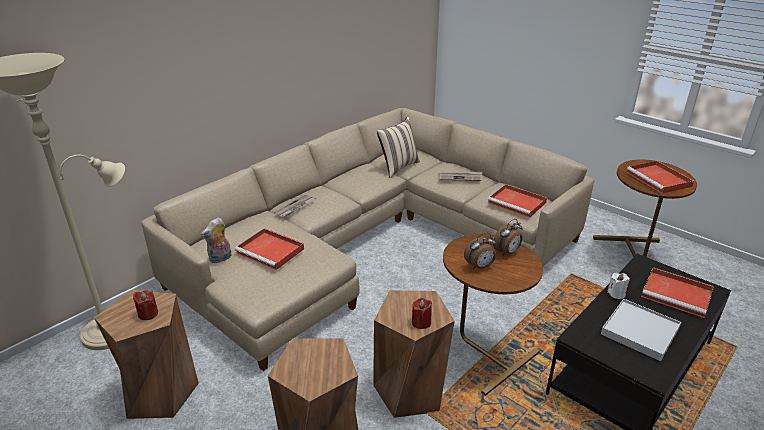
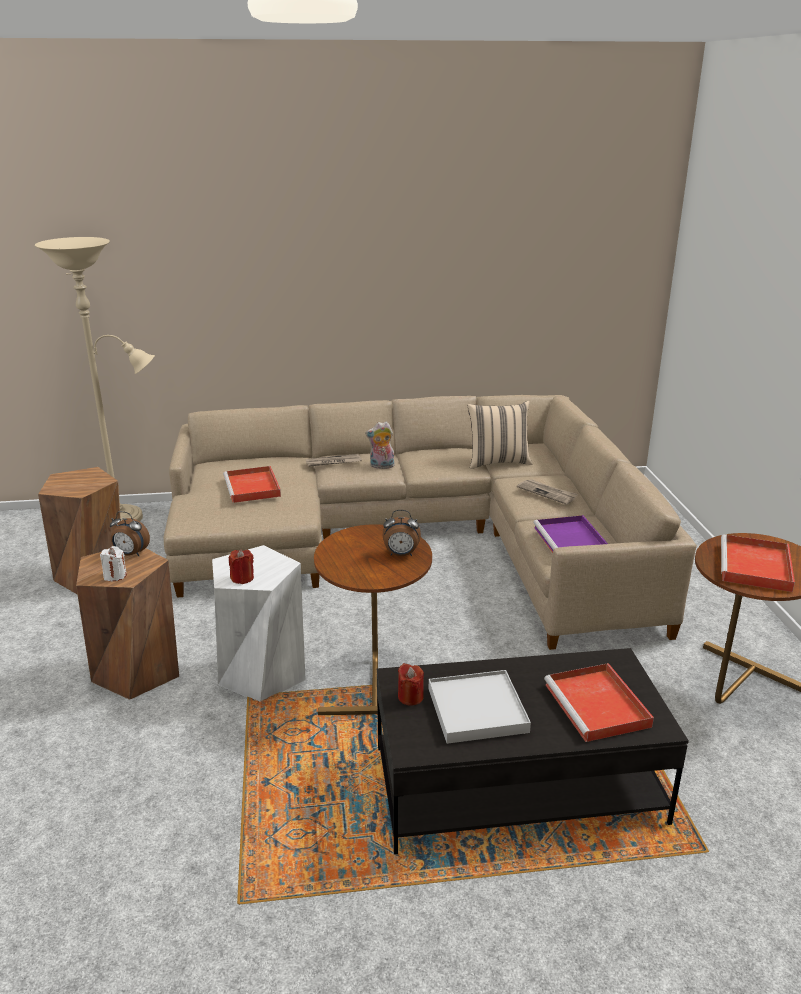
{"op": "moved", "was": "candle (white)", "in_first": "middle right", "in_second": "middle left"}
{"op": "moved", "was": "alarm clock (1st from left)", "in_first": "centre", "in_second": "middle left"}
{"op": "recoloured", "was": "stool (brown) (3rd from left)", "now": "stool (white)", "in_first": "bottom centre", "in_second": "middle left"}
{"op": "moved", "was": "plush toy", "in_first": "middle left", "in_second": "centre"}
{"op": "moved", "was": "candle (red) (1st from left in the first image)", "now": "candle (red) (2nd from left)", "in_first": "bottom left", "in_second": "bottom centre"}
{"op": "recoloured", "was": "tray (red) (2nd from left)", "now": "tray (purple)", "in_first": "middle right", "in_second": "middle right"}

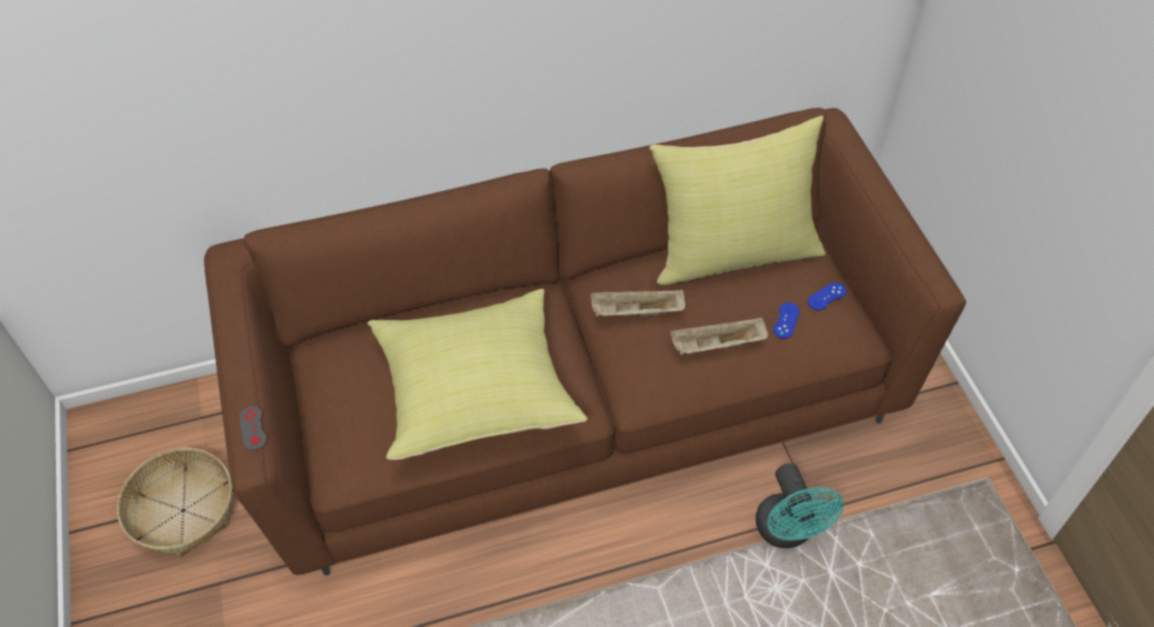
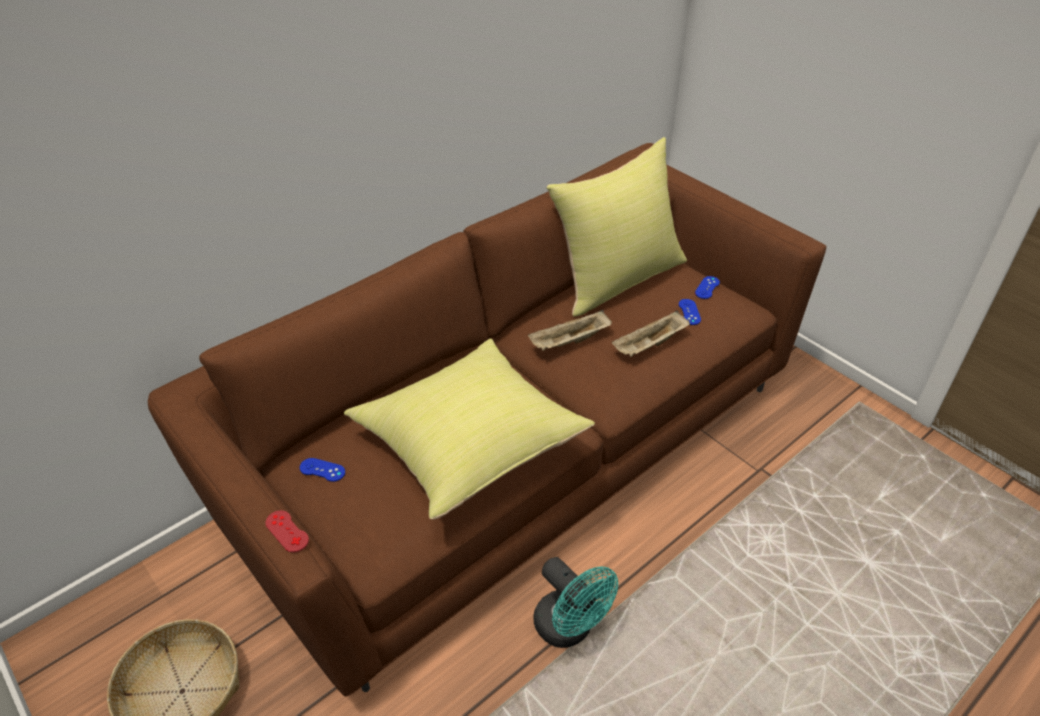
{"op": "recoloured", "was": "game controller (grey)", "now": "game controller (red)", "in_first": "bottom left", "in_second": "bottom left"}
{"op": "added", "now": "game controller (blue) (1st from left)", "in_second": "middle left"}
{"op": "moved", "was": "fan (turquoise)", "in_first": "bottom right", "in_second": "bottom centre"}

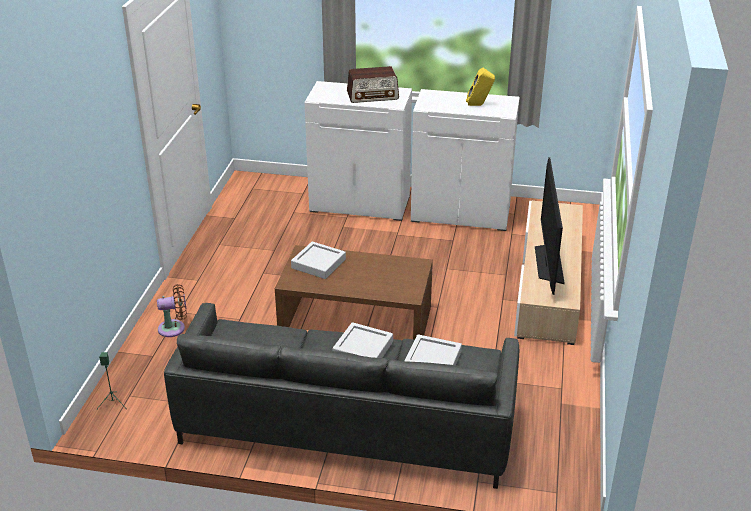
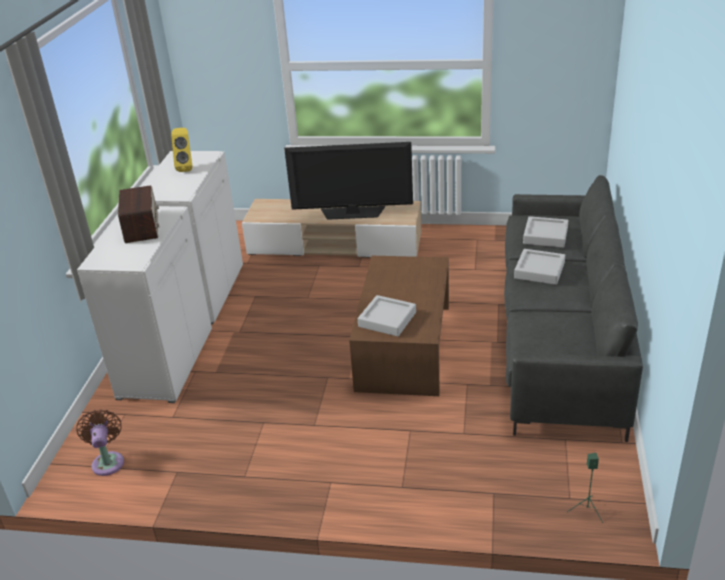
{"op": "moved", "was": "fan (brown)", "in_first": "middle left", "in_second": "bottom left"}

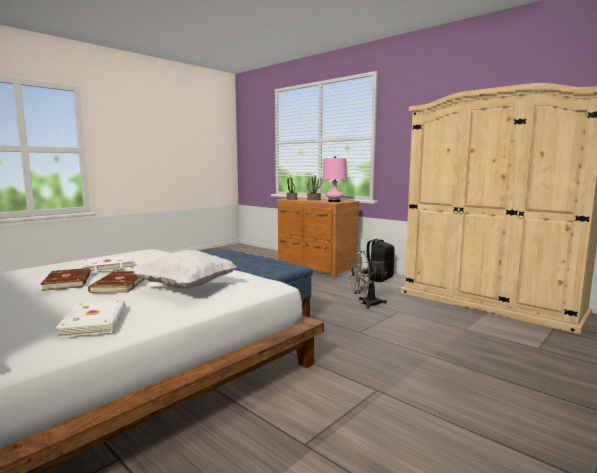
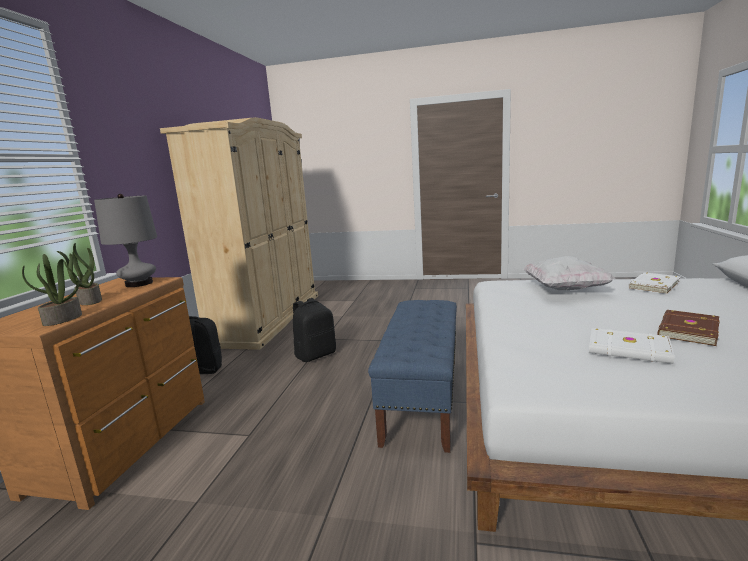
{"op": "recoloured", "was": "table lamp (pink)", "now": "table lamp (grey)", "in_first": "centre", "in_second": "middle left"}
{"op": "replaced", "was": "fan (grey)", "now": "backpack (black) (2nd from left)", "in_first": "centre", "in_second": "centre"}
{"op": "removed", "was": "book (brown) (2nd from left)", "in_first": "middle left"}

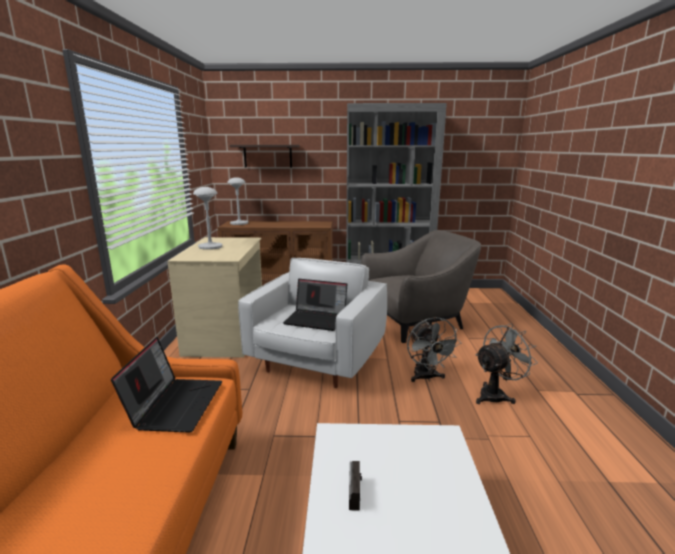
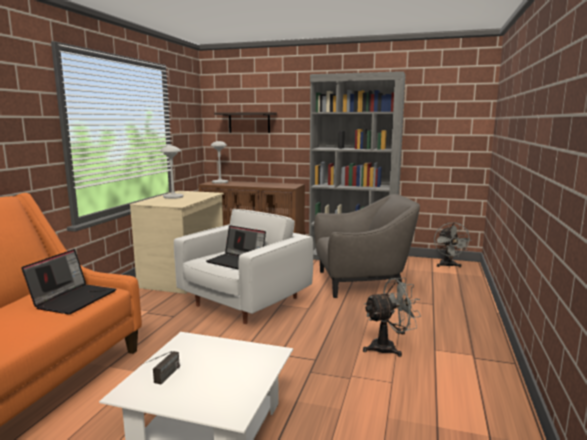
{"op": "moved", "was": "fan (grey) (1st from left in the first image)", "now": "fan (grey) (2nd from left)", "in_first": "centre", "in_second": "middle right"}

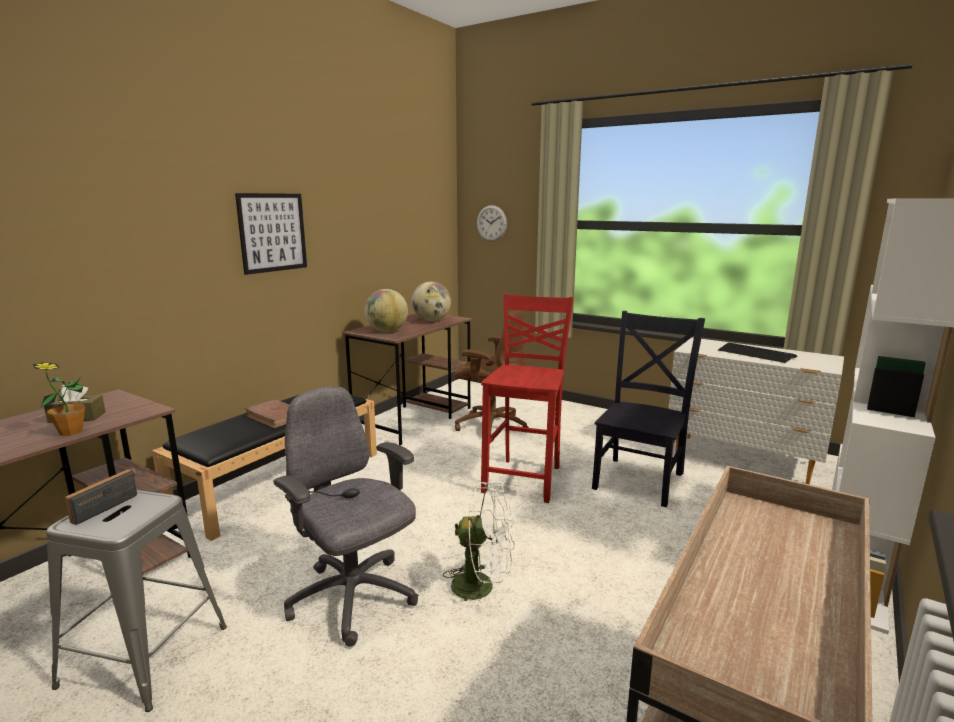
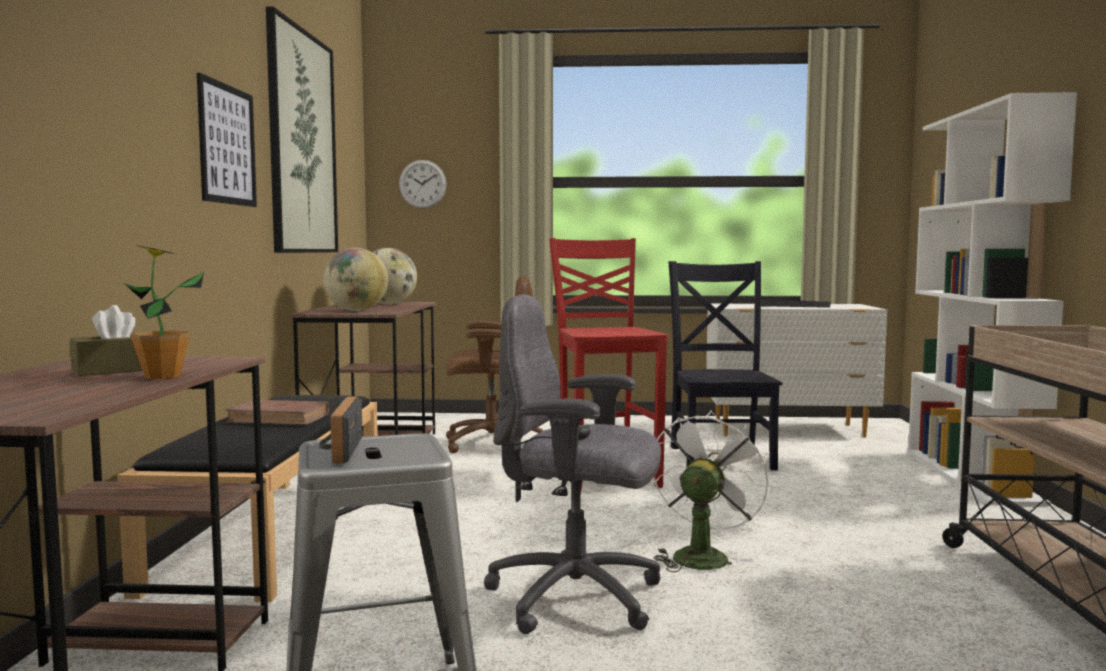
{"op": "added", "now": "picture (2nd from left)", "in_second": "top left"}
{"op": "turned", "was": "fan (white)", "in_first": "bottom centre", "in_second": "bottom centre", "clockwise": -45}

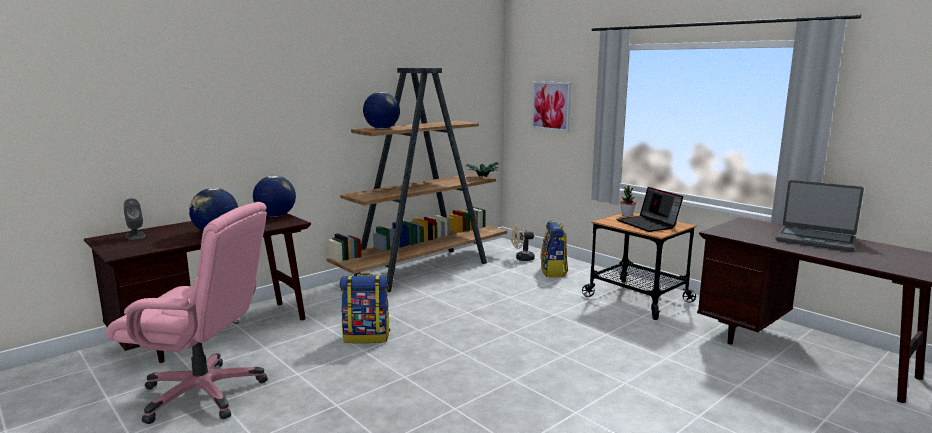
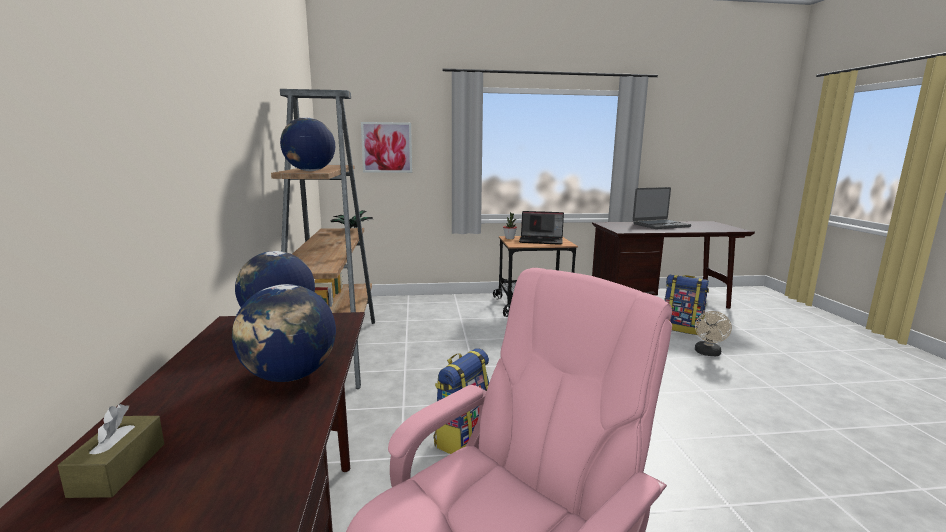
{"op": "replaced", "was": "speaker (grey)", "now": "tissue box (brown)", "in_first": "middle left", "in_second": "bottom left"}
{"op": "moved", "was": "backpack (2nd from left)", "in_first": "centre", "in_second": "middle right"}
{"op": "moved", "was": "fan (beige)", "in_first": "centre", "in_second": "middle right"}

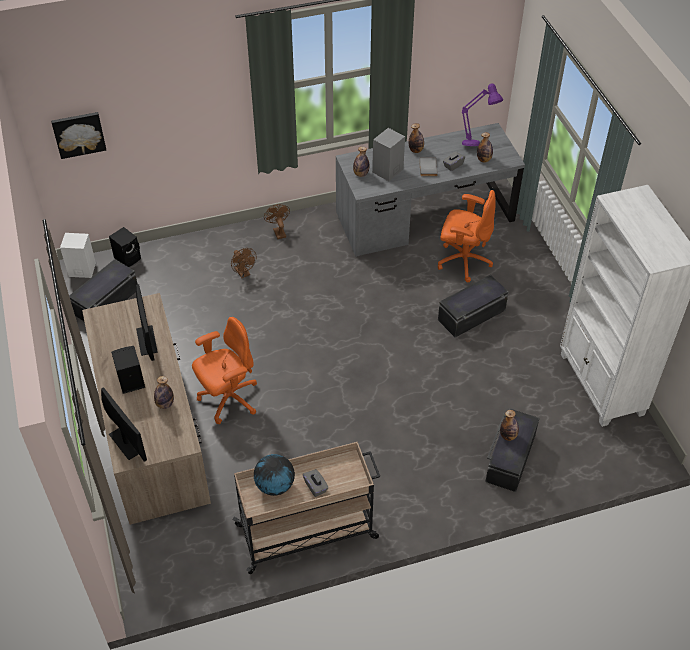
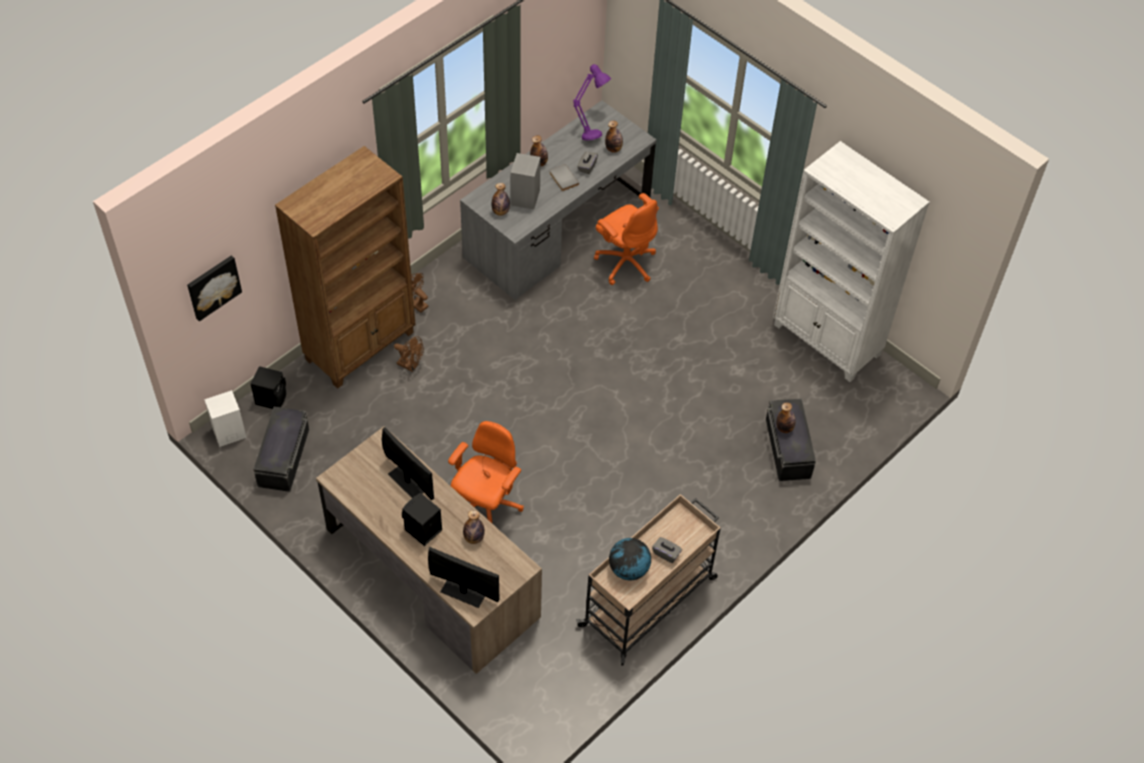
{"op": "added", "now": "bookcase (brown)", "in_second": "middle left"}
{"op": "turned", "was": "office chair (orange) (2nd from left)", "in_first": "middle right", "in_second": "top centre", "clockwise": 60}
{"op": "removed", "was": "storage box (black) (2nd from left)", "in_first": "middle right"}

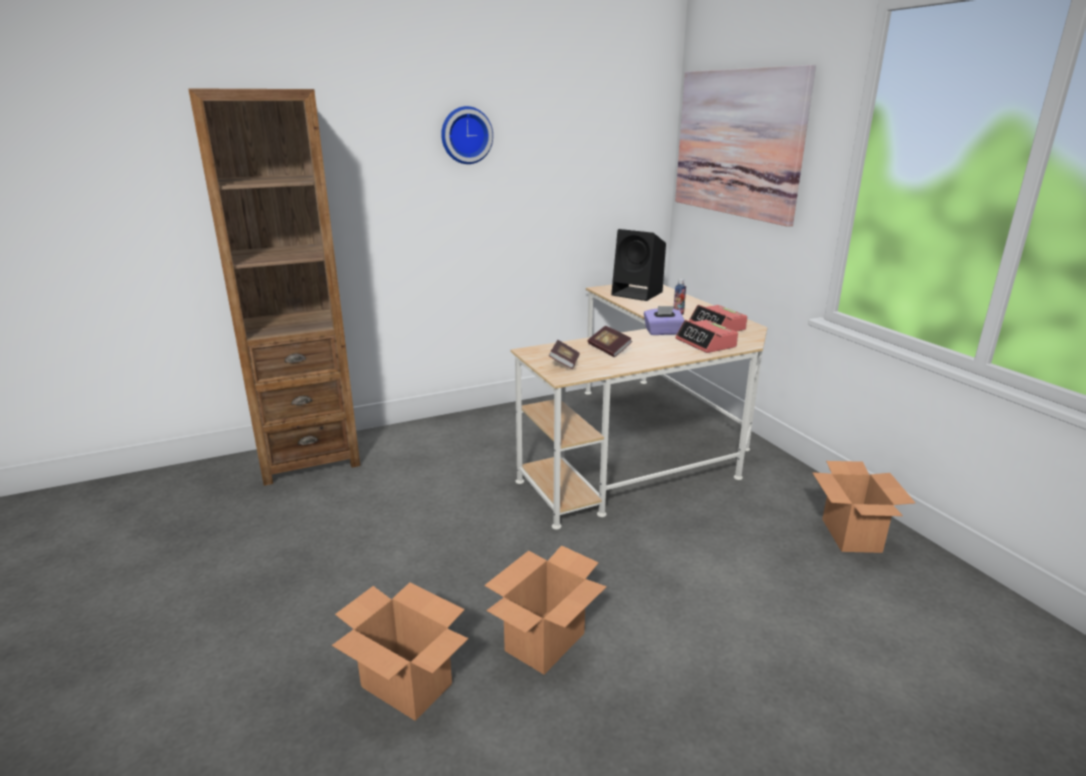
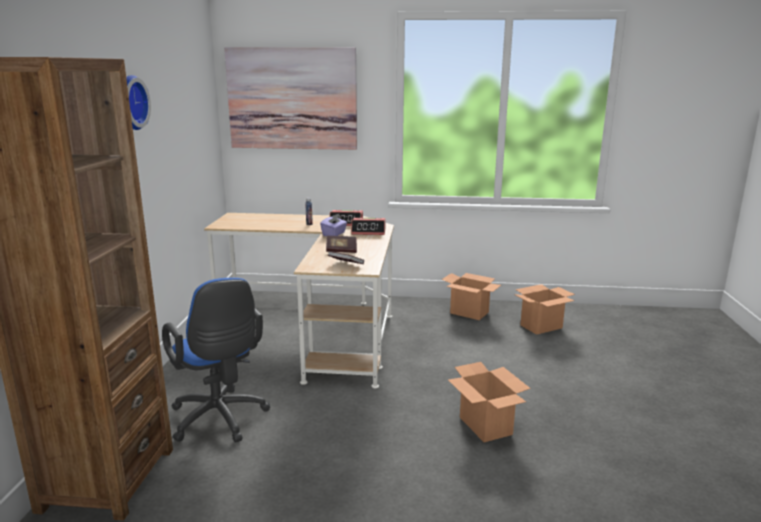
{"op": "added", "now": "office chair (blue)", "in_second": "bottom left"}
{"op": "moved", "was": "cardboard box (1st from left in the first image)", "now": "cardboard box (3rd from left)", "in_first": "bottom centre", "in_second": "middle right"}
{"op": "removed", "was": "speaker (black)", "in_first": "centre"}

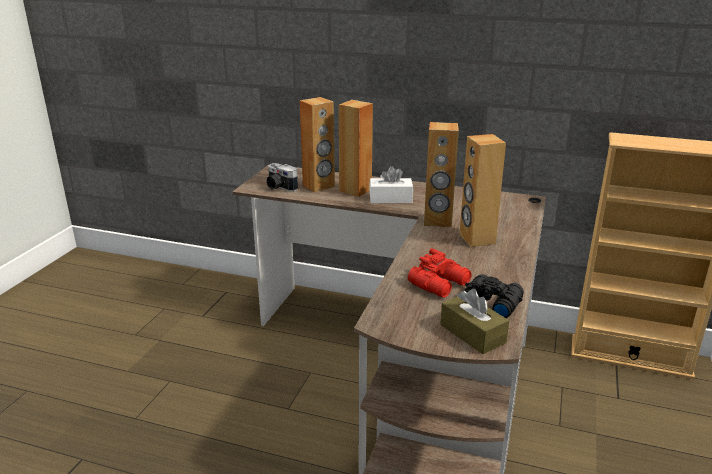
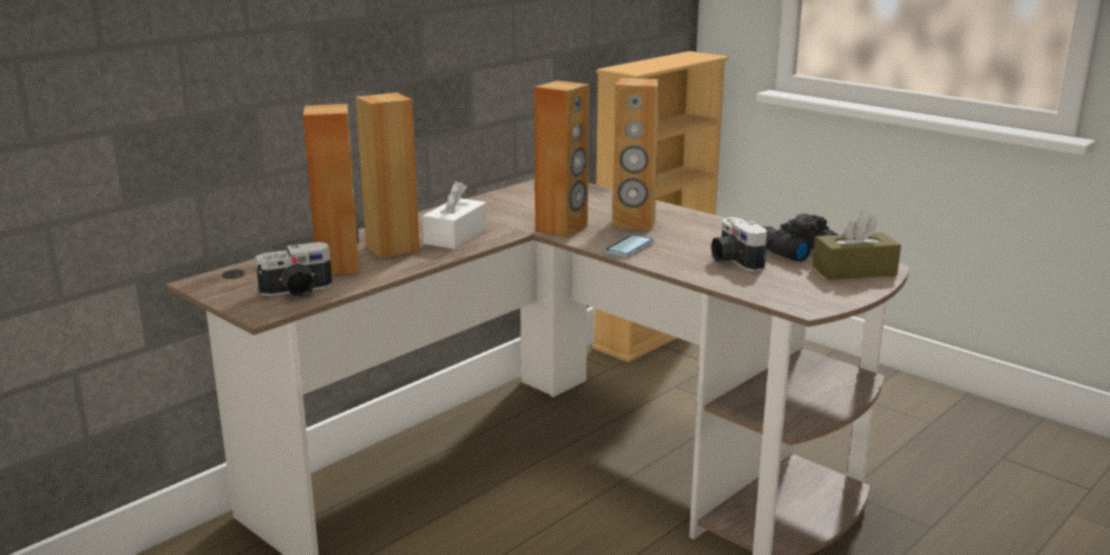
{"op": "added", "now": "phone", "in_second": "centre"}
{"op": "replaced", "was": "binoculars (red)", "now": "photo camera (2nd from left)", "in_first": "centre", "in_second": "centre"}

